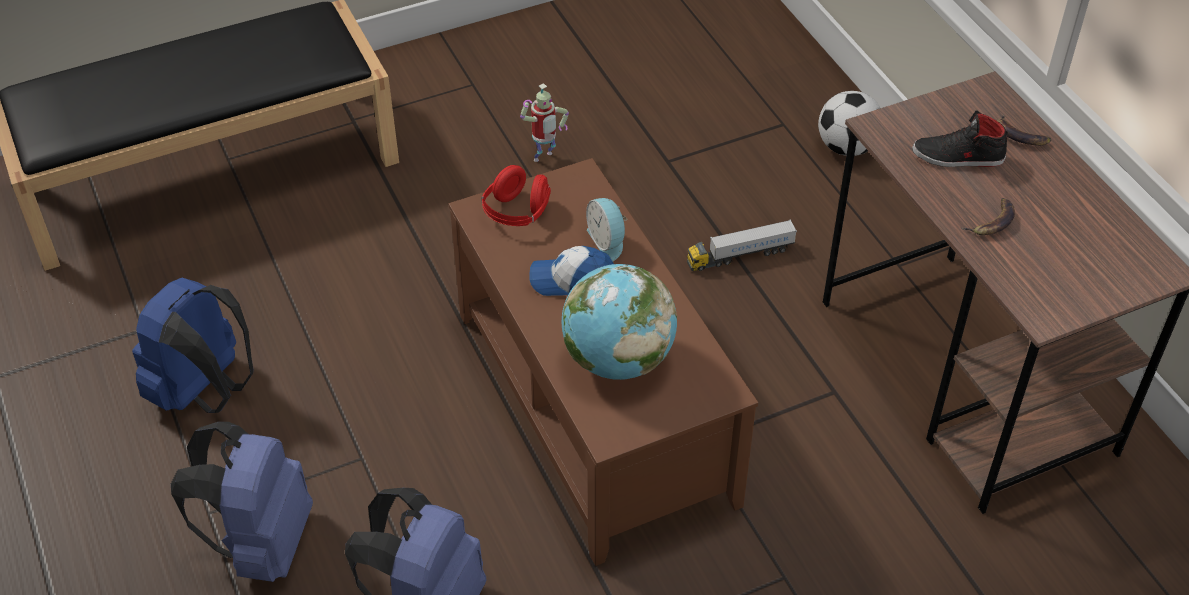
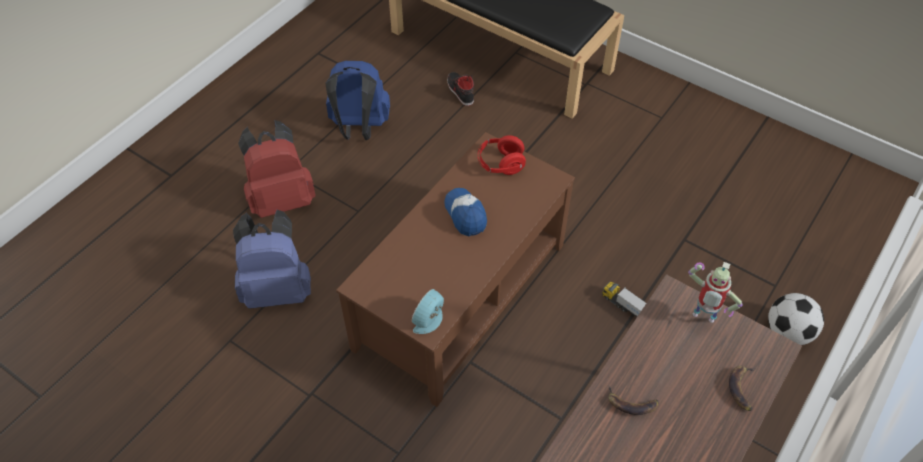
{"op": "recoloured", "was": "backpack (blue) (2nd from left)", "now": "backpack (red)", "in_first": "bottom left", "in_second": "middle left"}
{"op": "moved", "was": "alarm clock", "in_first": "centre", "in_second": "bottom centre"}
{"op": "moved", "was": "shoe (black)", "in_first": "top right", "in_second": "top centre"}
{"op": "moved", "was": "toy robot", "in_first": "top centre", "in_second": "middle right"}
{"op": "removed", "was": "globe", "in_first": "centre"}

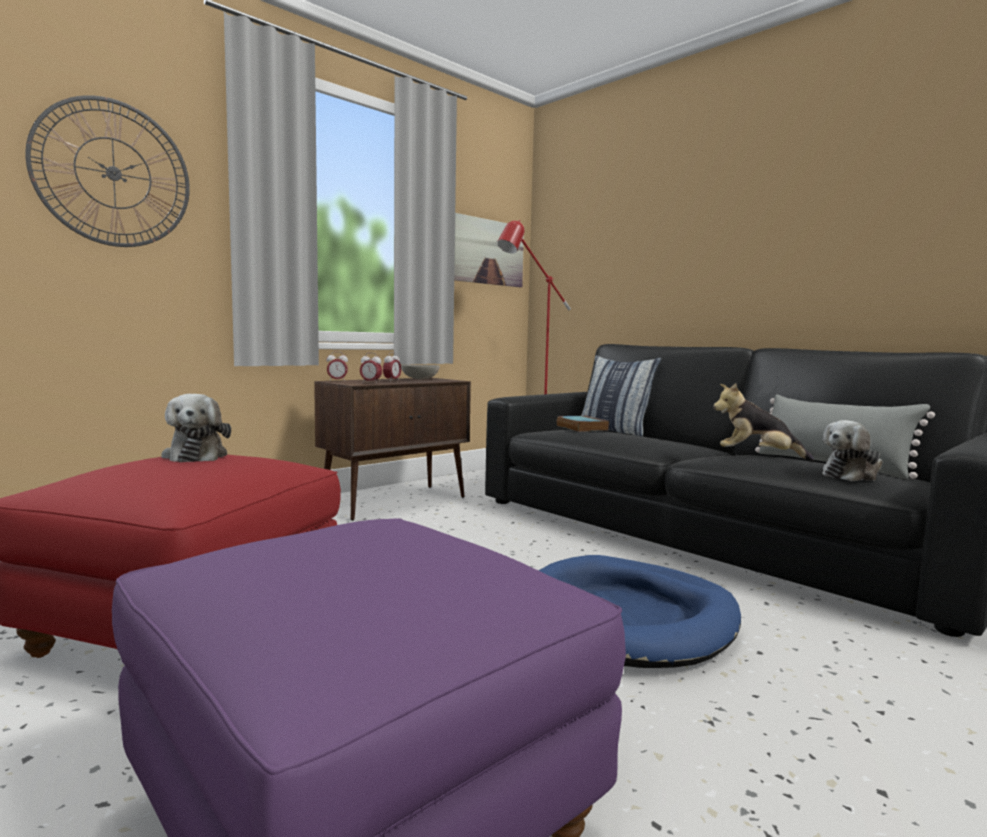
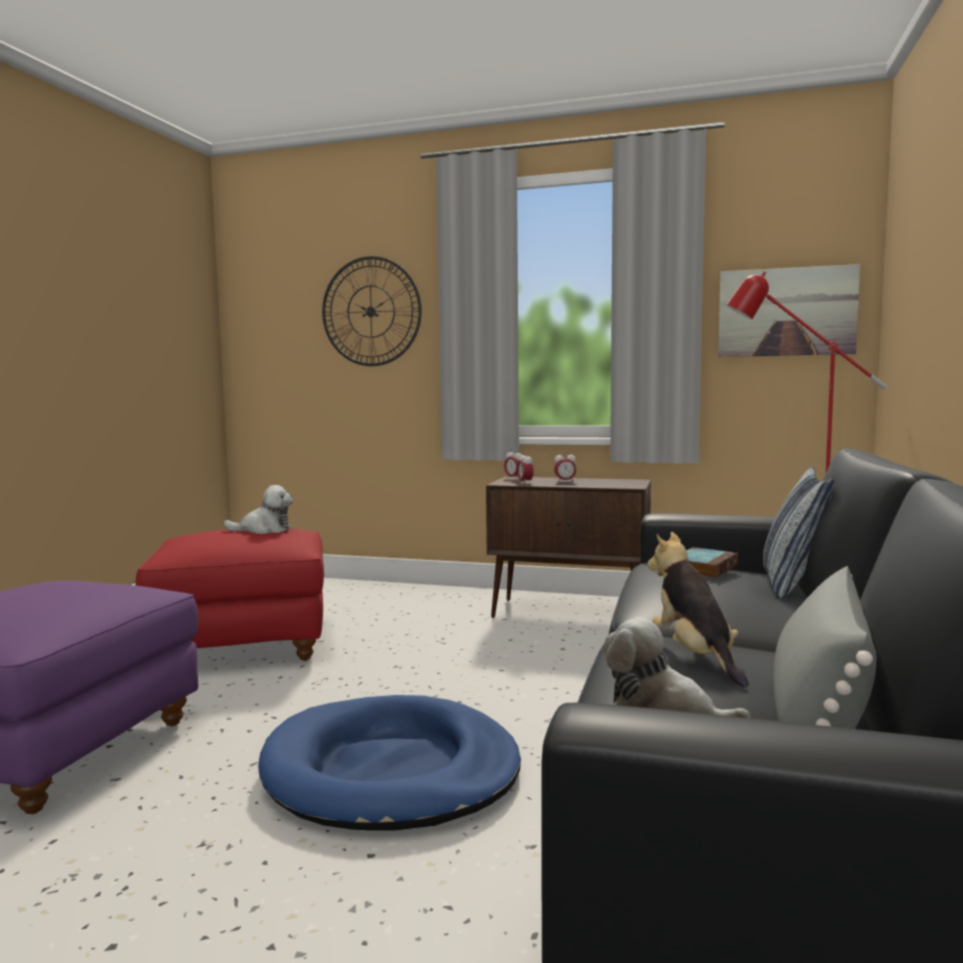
{"op": "turned", "was": "plush toy (1st from left)", "in_first": "middle left", "in_second": "middle left", "clockwise": -135}
{"op": "removed", "was": "bowl (grey)", "in_first": "centre"}

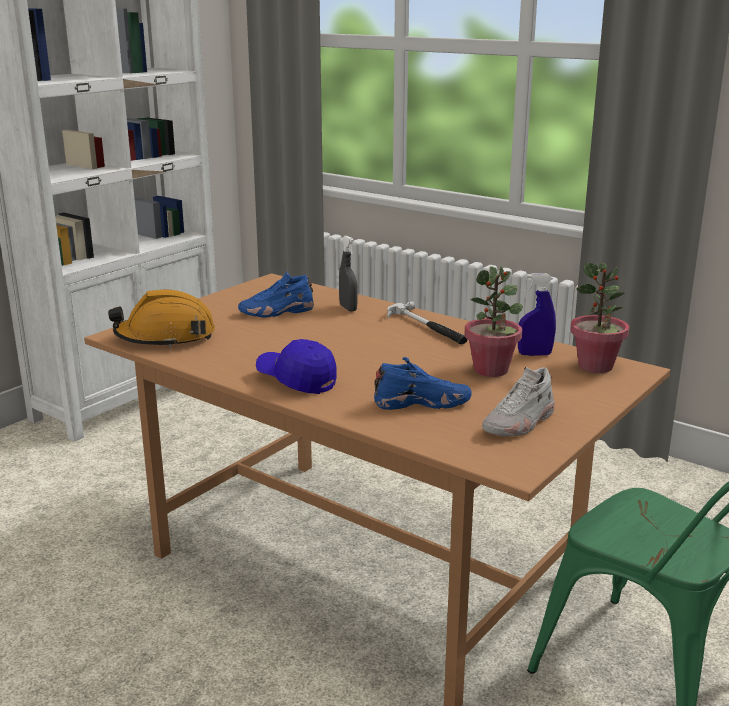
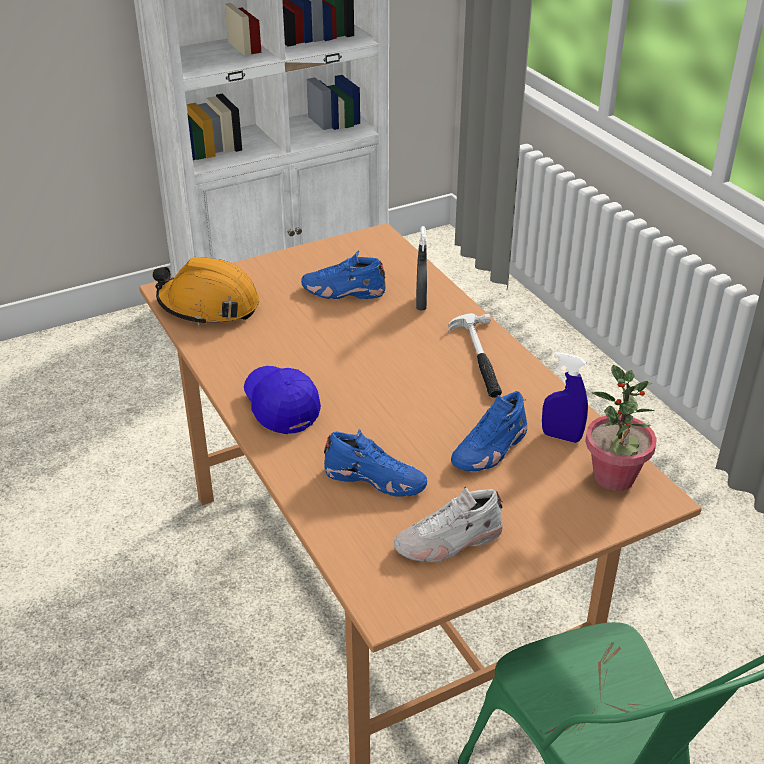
{"op": "replaced", "was": "potted plant (1st from left)", "now": "shoe (blue) (3rd from left)", "in_first": "middle right", "in_second": "centre"}

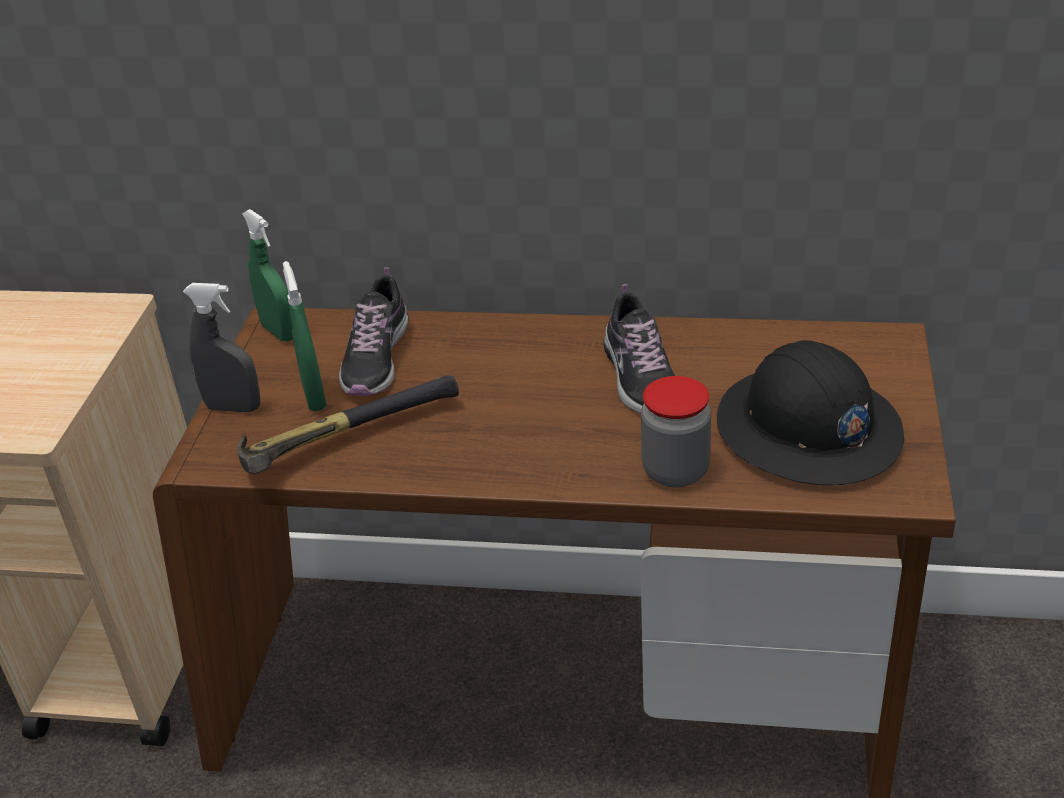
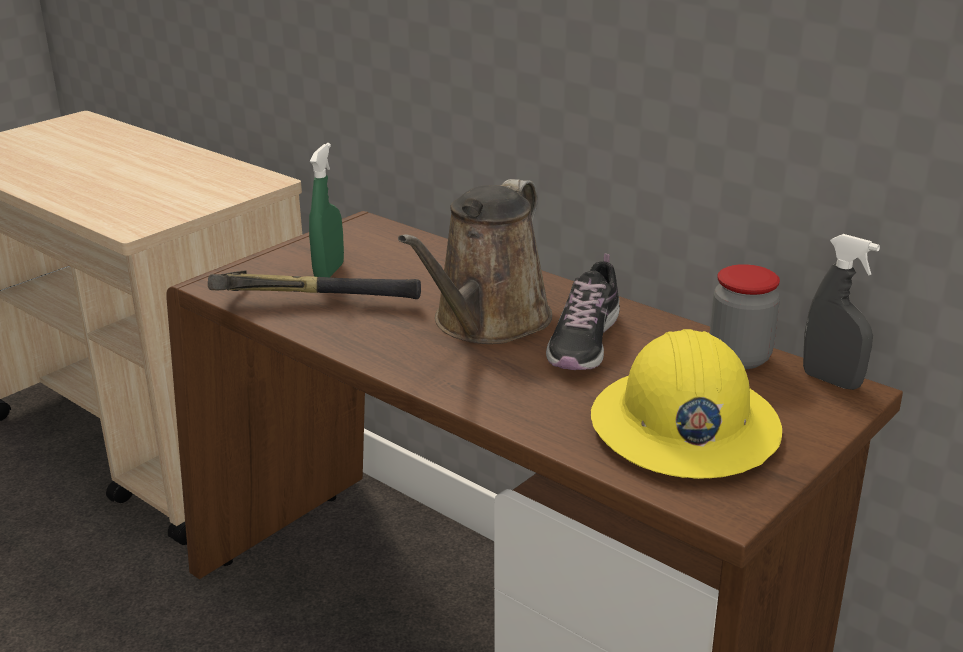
{"op": "added", "now": "watering can (brown)", "in_second": "centre"}
{"op": "recoloured", "was": "hard hat (black)", "now": "hard hat (yellow)", "in_first": "middle right", "in_second": "middle right"}
{"op": "moved", "was": "jar", "in_first": "centre", "in_second": "middle right"}
{"op": "moved", "was": "spray bottle (grey)", "in_first": "middle left", "in_second": "middle right"}
{"op": "removed", "was": "spray bottle (green) (1st from left)", "in_first": "middle left"}
{"op": "removed", "was": "shoe (1st from left)", "in_first": "centre"}

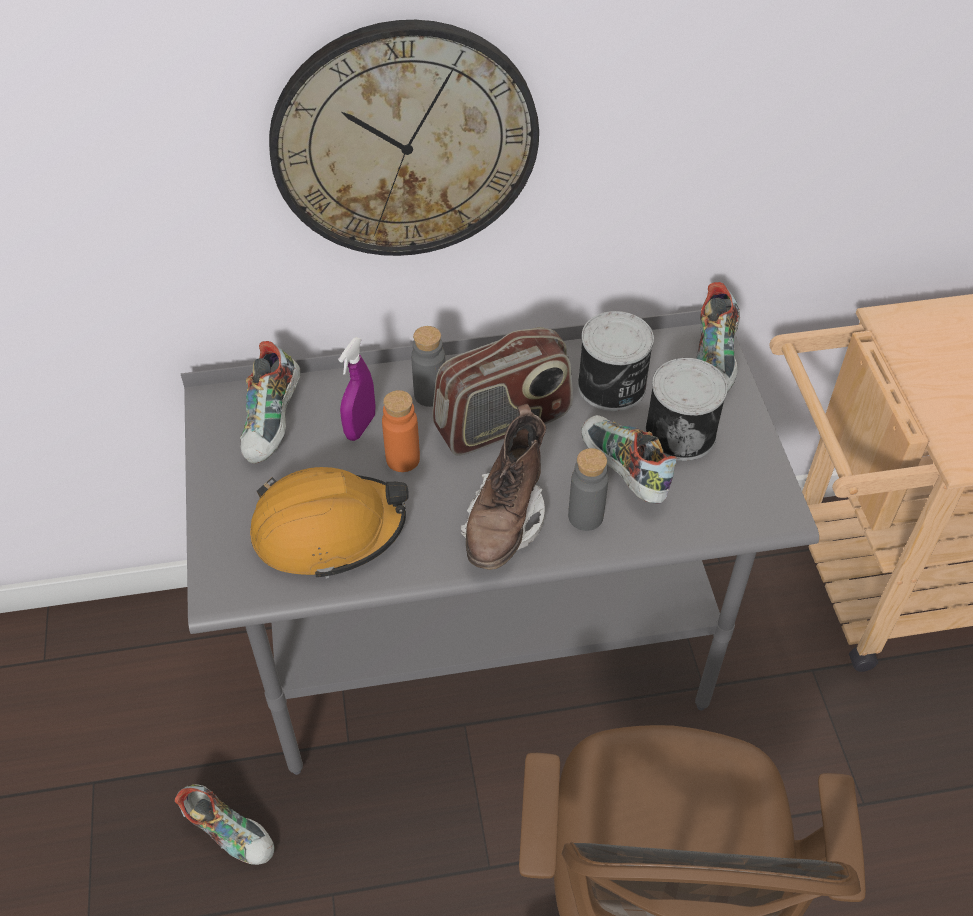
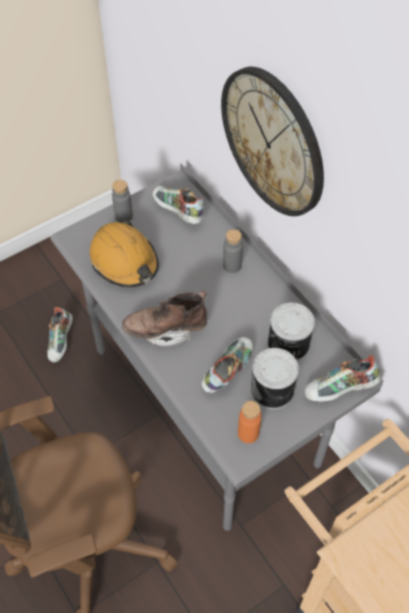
{"op": "moved", "was": "bottle (grey) (2nd from left in the first image)", "now": "bottle (grey) (1st from left)", "in_first": "centre", "in_second": "top left"}
{"op": "turned", "was": "shoe (2nd from left)", "in_first": "middle left", "in_second": "centre", "clockwise": 60}
{"op": "moved", "was": "bottle (orange)", "in_first": "centre", "in_second": "bottom centre"}
{"op": "removed", "was": "spray bottle (purple)", "in_first": "centre"}
{"op": "removed", "was": "radio", "in_first": "centre"}

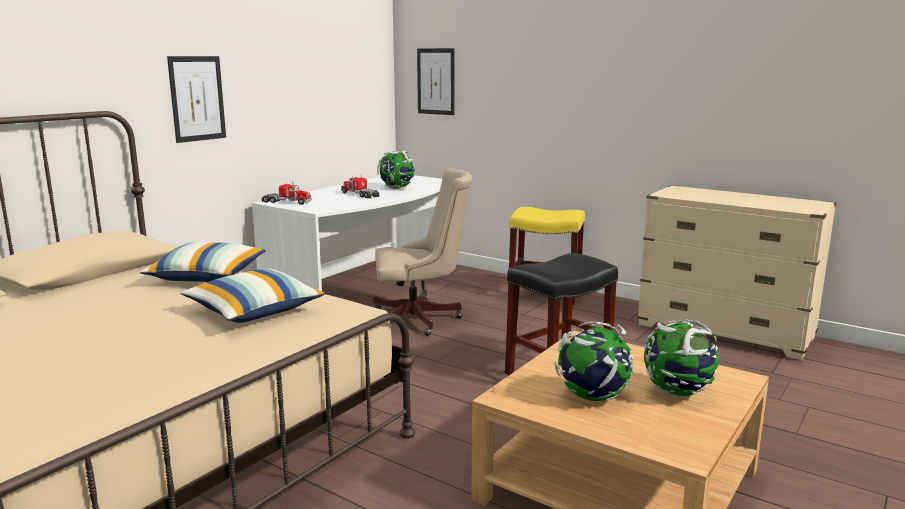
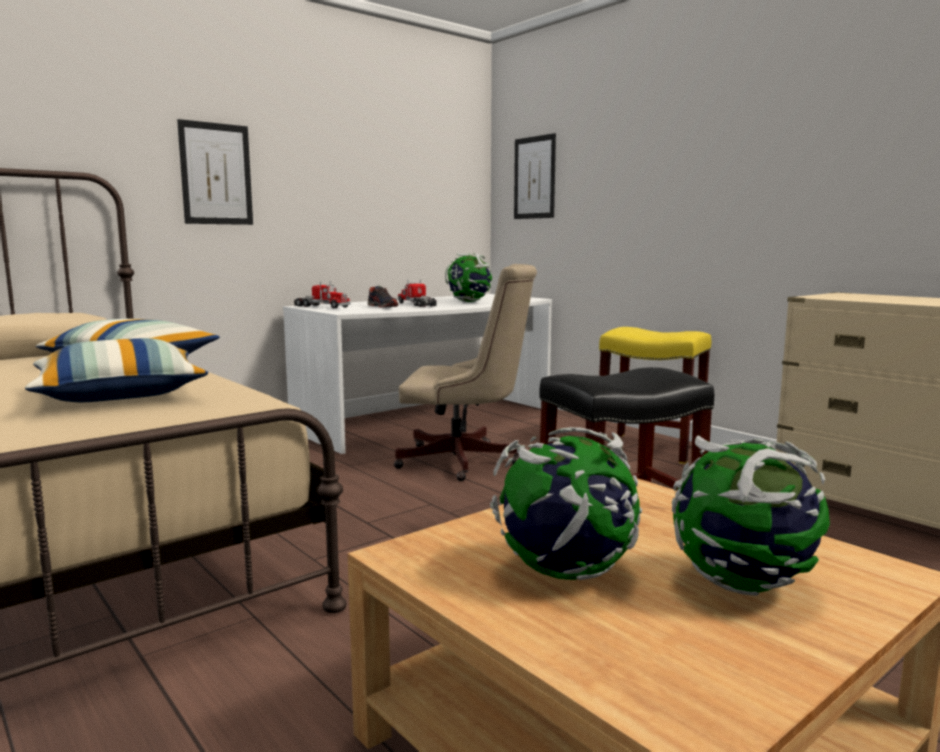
{"op": "added", "now": "shoe", "in_second": "centre"}

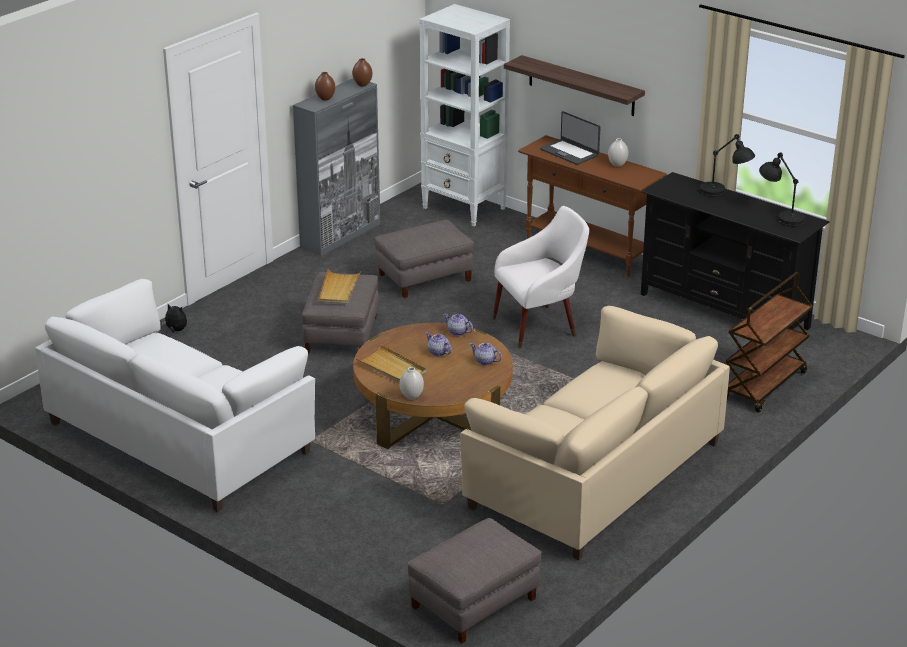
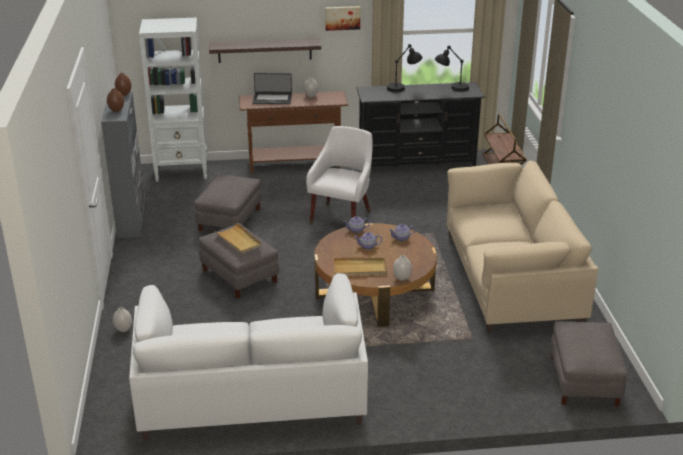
{"op": "replaced", "was": "plush toy", "now": "vase (white) (1st from left)", "in_first": "middle left", "in_second": "bottom left"}
{"op": "added", "now": "picture", "in_second": "top centre"}

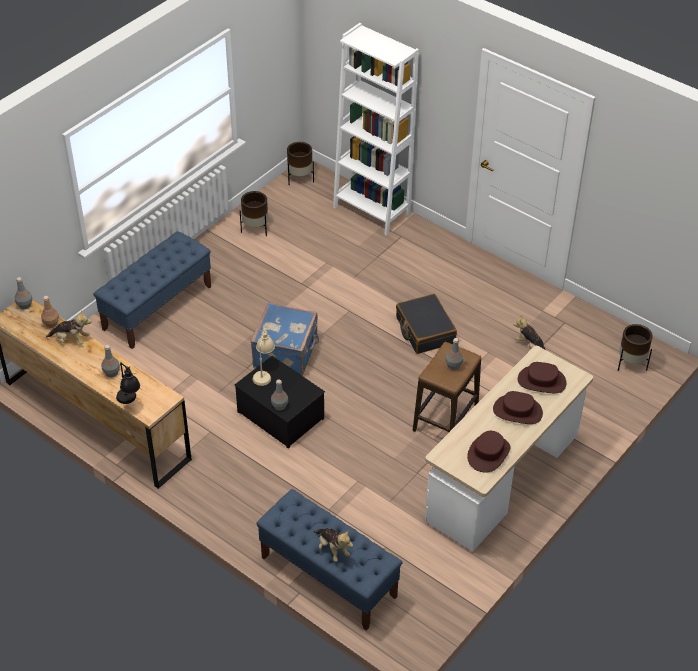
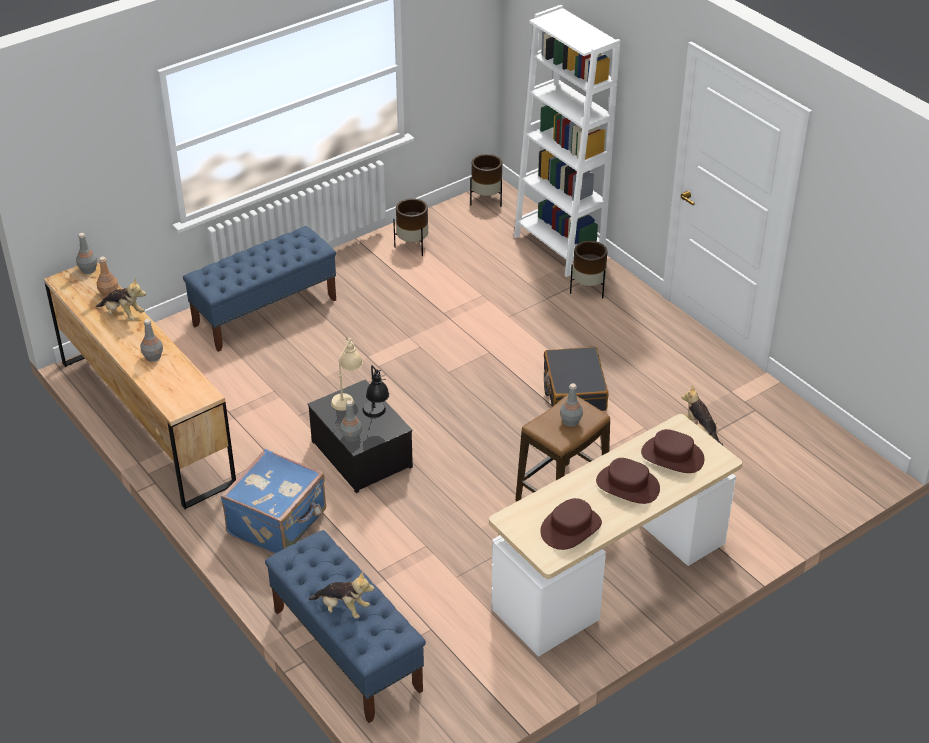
{"op": "moved", "was": "suitcase (blue)", "in_first": "centre", "in_second": "bottom left"}
{"op": "turned", "was": "plush toy (2nd from left)", "in_first": "bottom centre", "in_second": "bottom centre", "clockwise": -45}
{"op": "moved", "was": "table lamp (black)", "in_first": "middle left", "in_second": "centre"}
{"op": "moved", "was": "planter (brown) (3rd from left)", "in_first": "middle right", "in_second": "centre"}

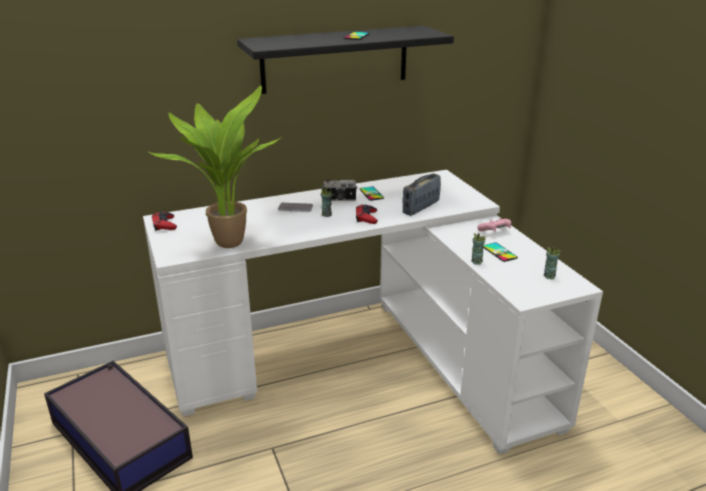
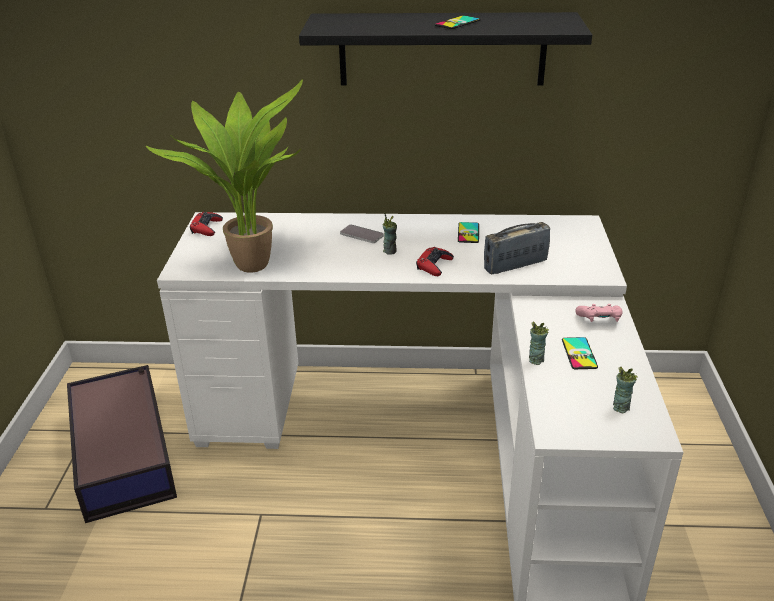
{"op": "removed", "was": "photo camera", "in_first": "centre"}

